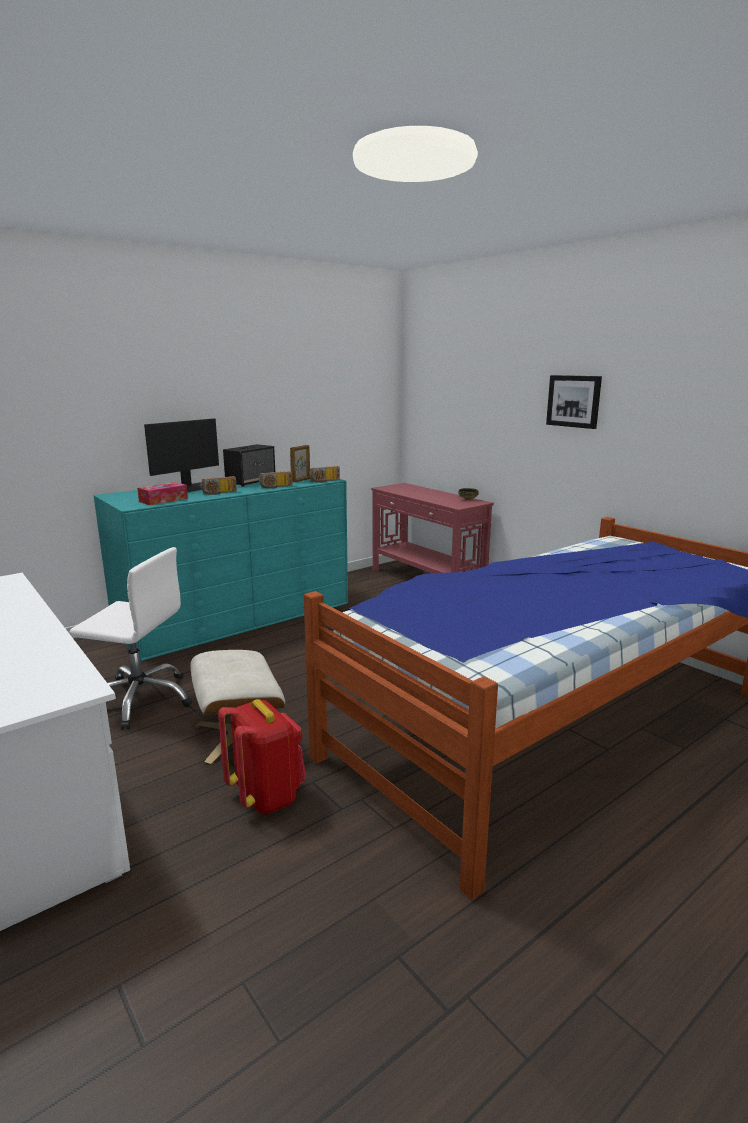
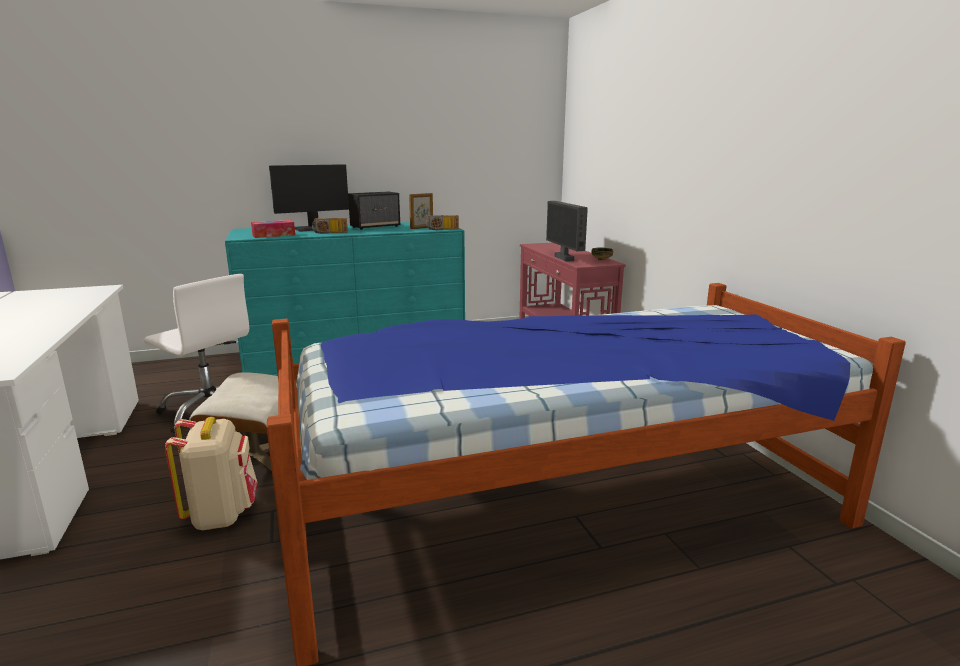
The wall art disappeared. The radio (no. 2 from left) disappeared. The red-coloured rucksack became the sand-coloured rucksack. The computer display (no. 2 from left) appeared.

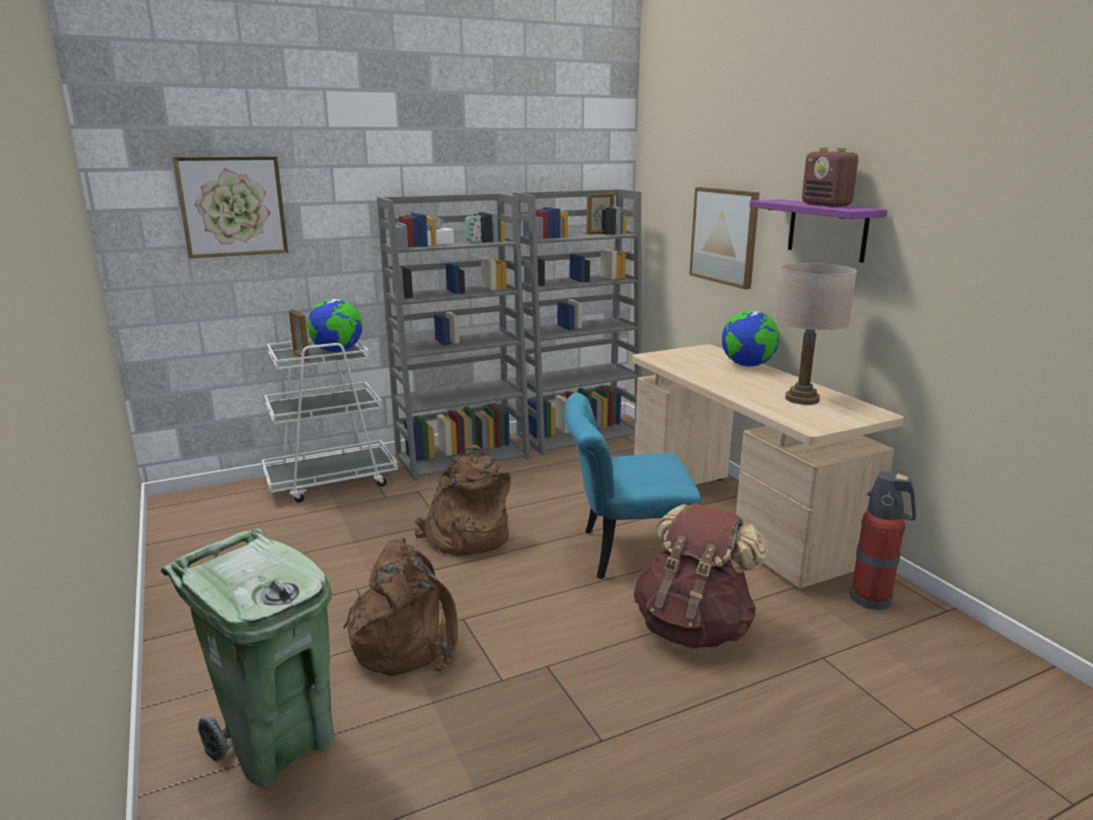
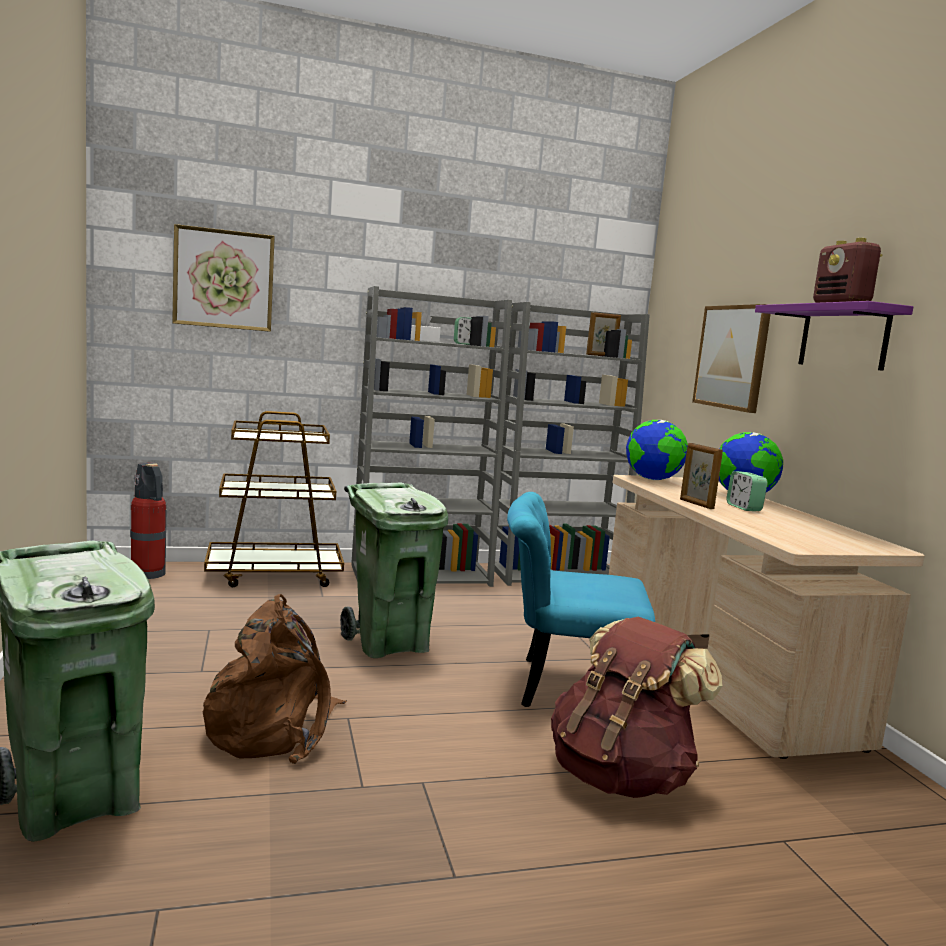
The sand-coloured table lamp disappeared. The desk globe (no. 1 from left) moved. The picture frame (no. 1 from left in the first image) moved. The white-coloured trolley became the brown-coloured trolley. The brown-coloured rucksack (no. 2 from left) was replaced by the green-coloured waste bin (no. 2 from left). The fire extinguisher moved. The alarm clock (no. 2 from left) appeared.

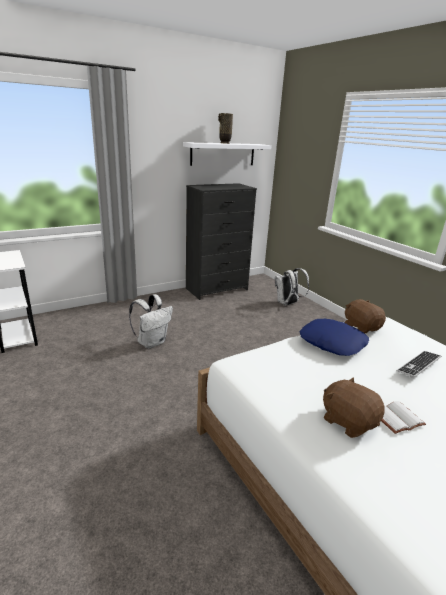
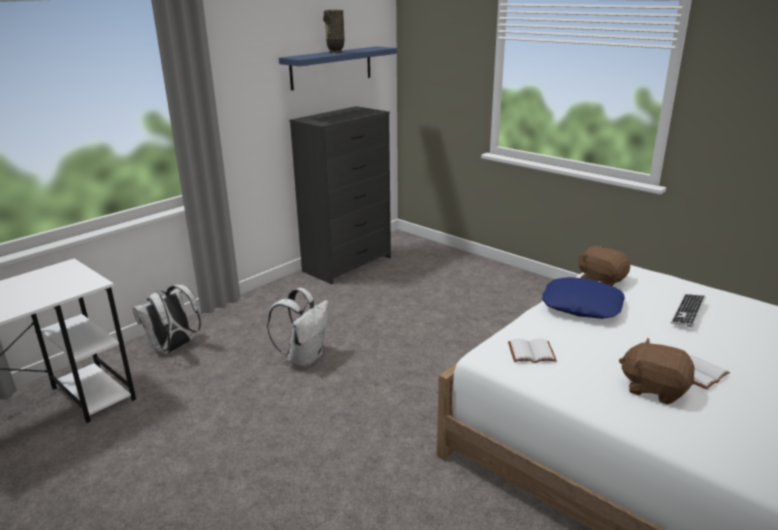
The white-coloured shelf became the blue shelf. The white-coloured rucksack (no. 2 from left in the first image) moved. The white-coloured bound book (no. 1 from left) appeared.

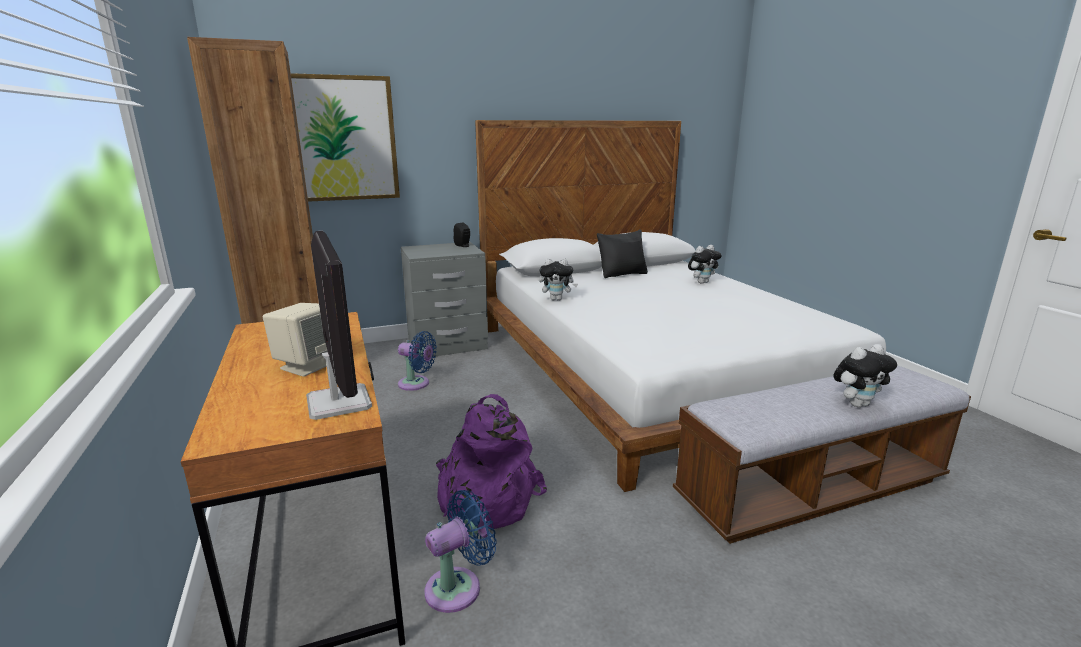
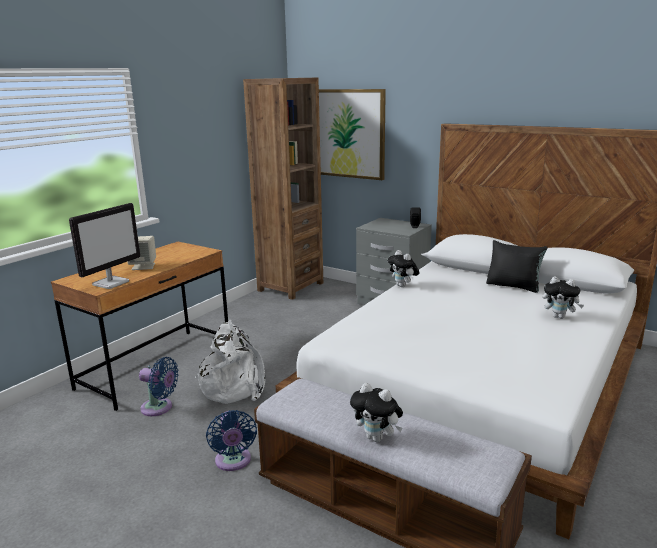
The blue fan (no. 1 from left in the first image) moved. The purple-coloured rucksack became the white-coloured rucksack.

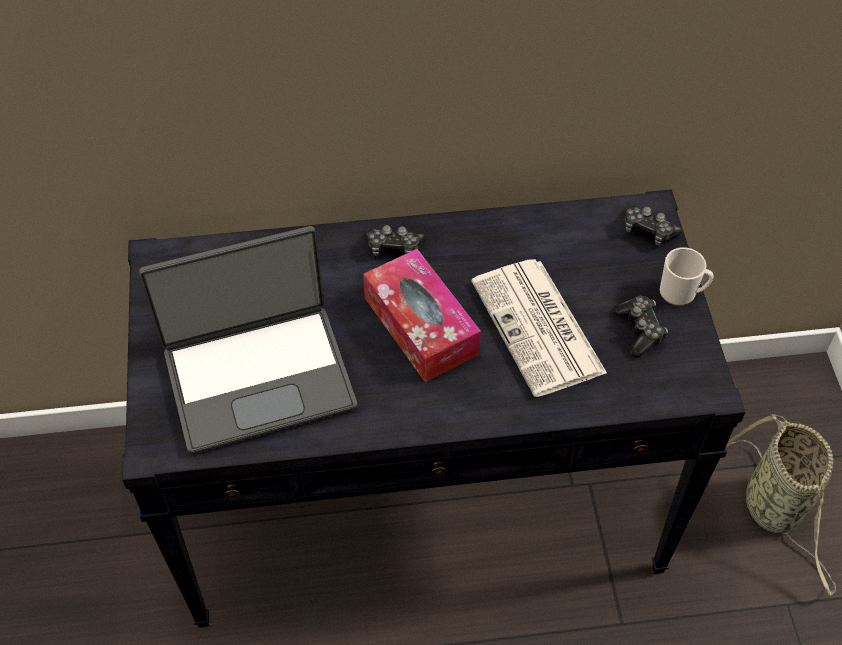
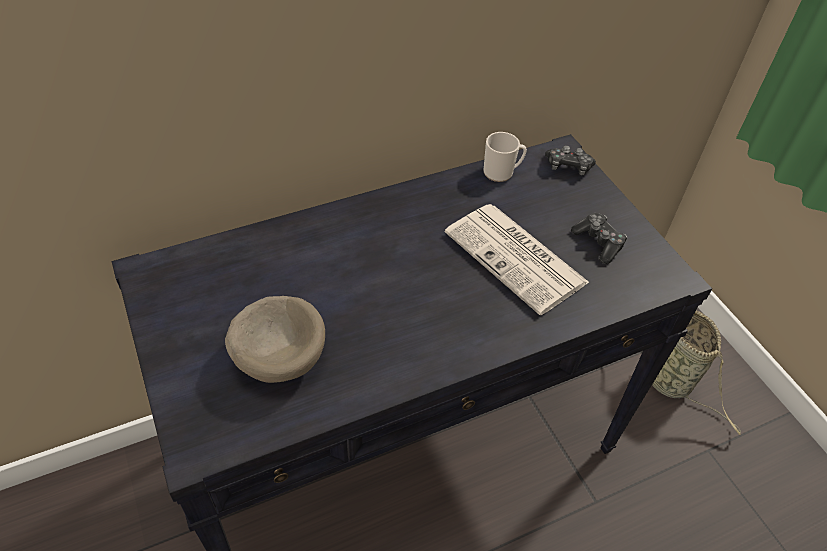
The game controller (no. 1 from left) disappeared. The laptop was replaced by the sand-coloured deep dish. The coffee mug moved. The box of tissues disappeared.

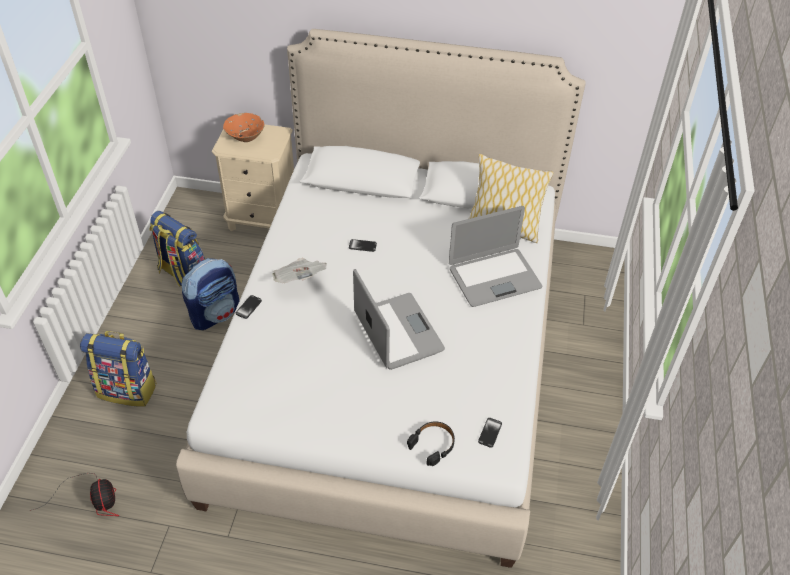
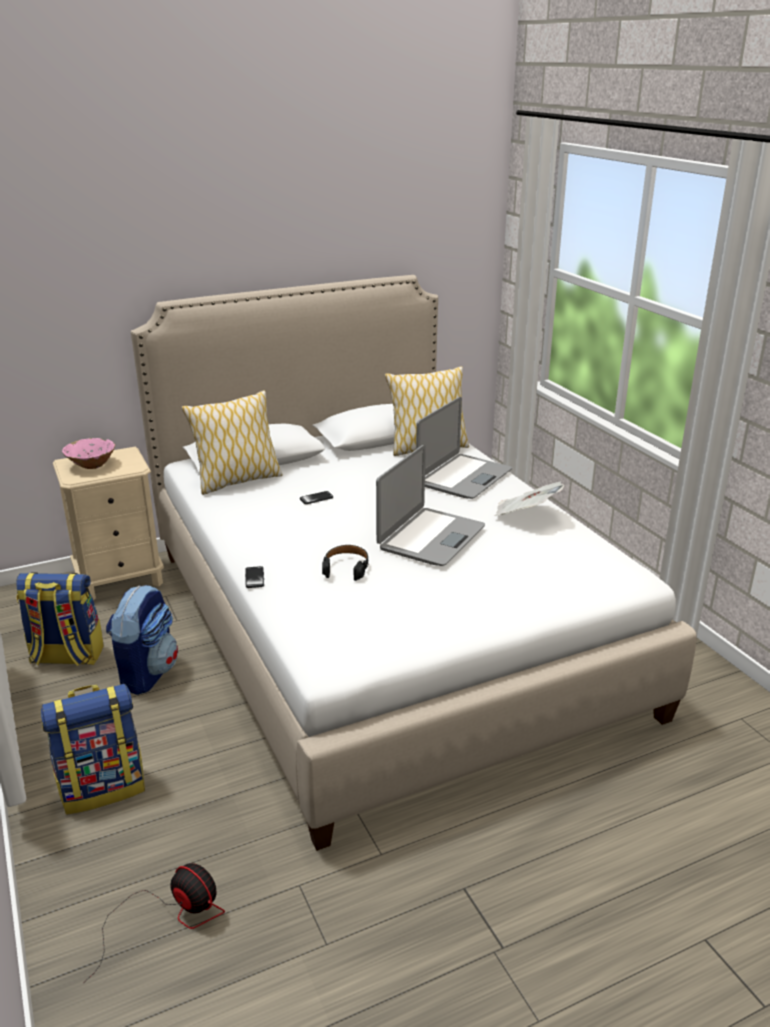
The orange-coloured deep dish became the pink-coloured deep dish. The newspaper moved. The laptop (no. 1 from left) turned 90 degrees clockwise. The handset (no. 3 from left) disappeared. The black pair of headphones moved. The cushion (no. 1 from left) appeared.

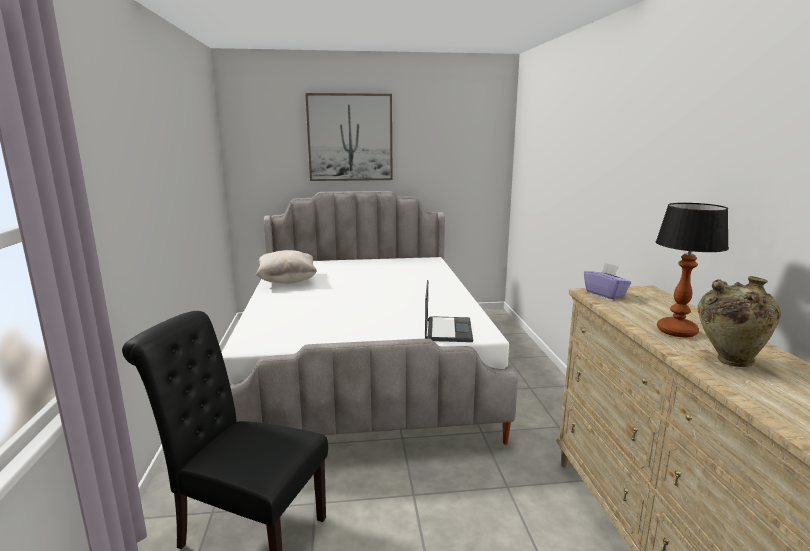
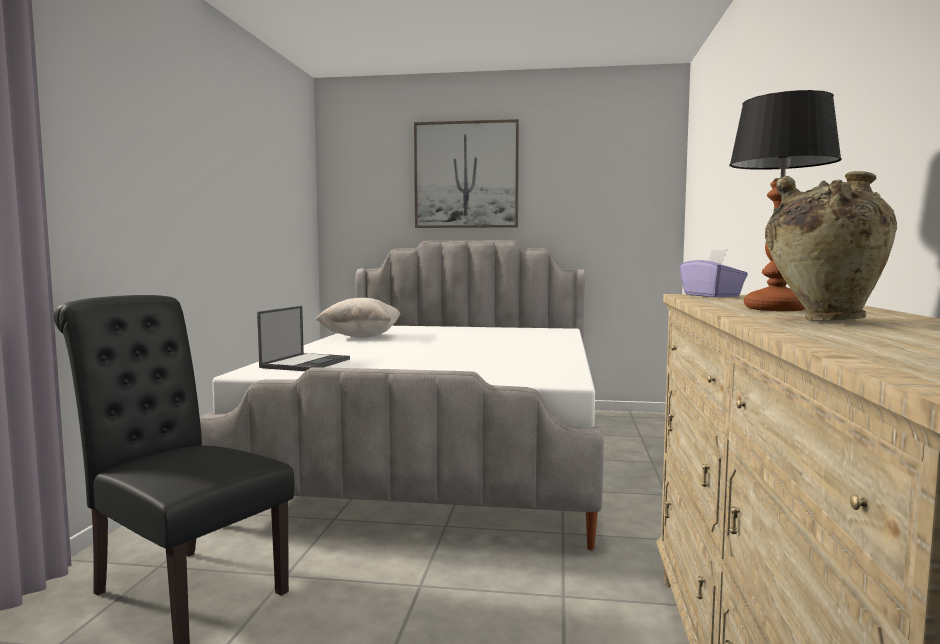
The laptop moved.

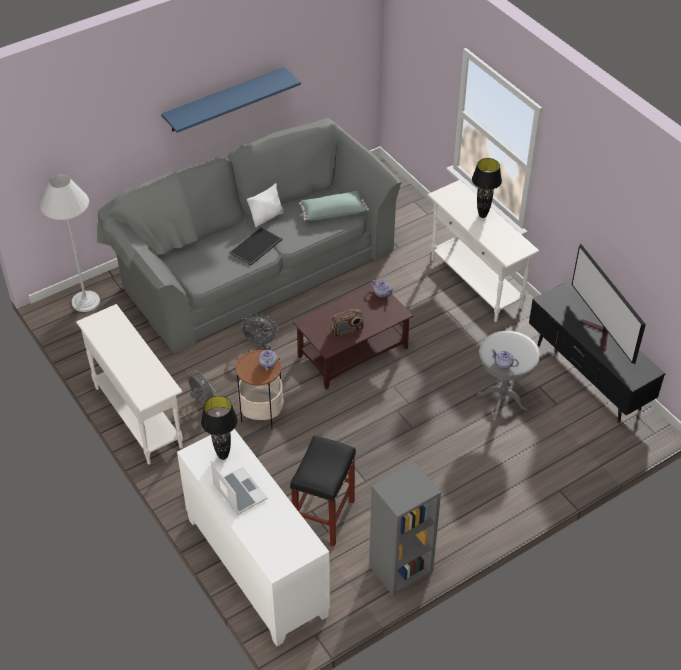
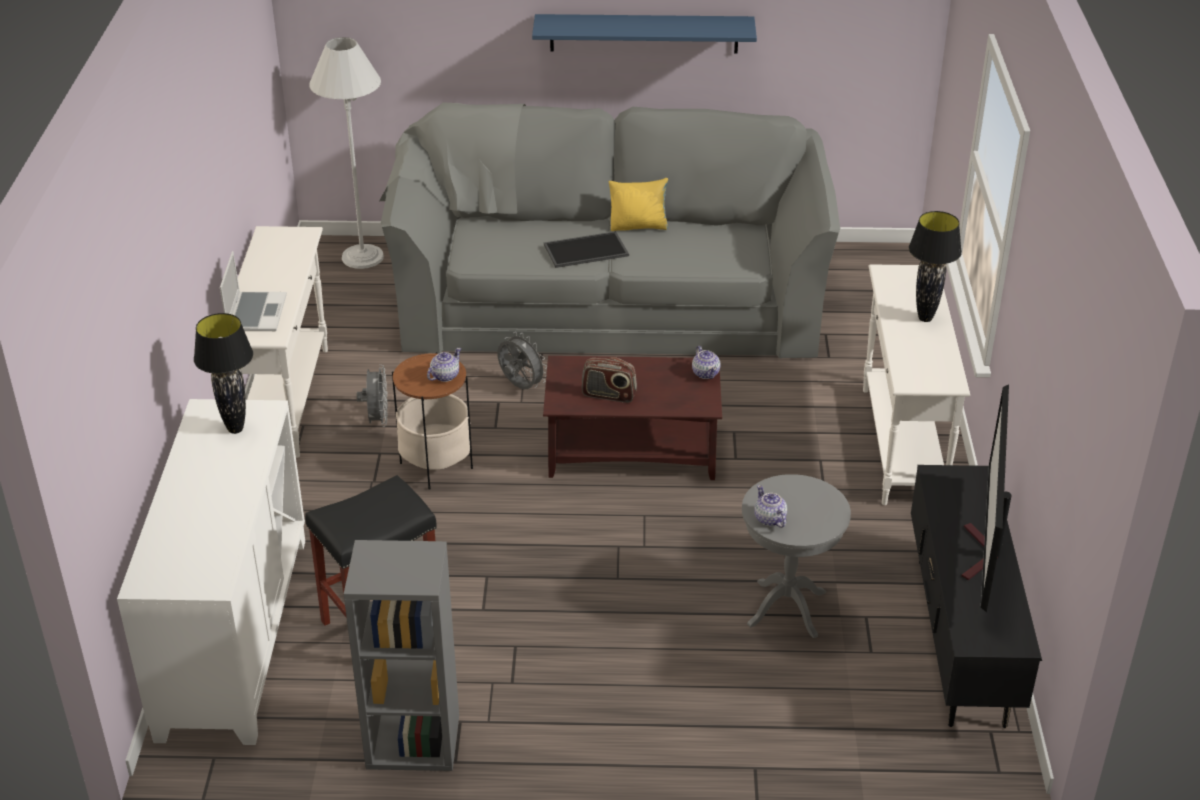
The white-coloured cushion became the yellow-coloured cushion. The green-coloured cushion disappeared. The laptop moved.

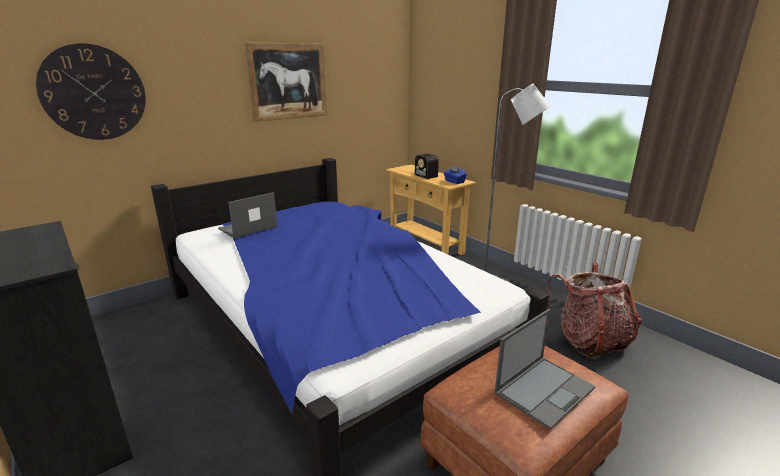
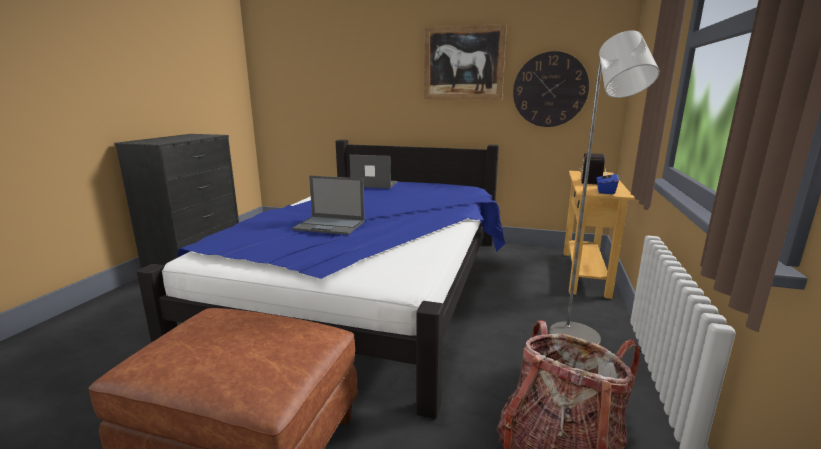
The clock on the wall moved. The laptop (no. 2 from left in the first image) moved.

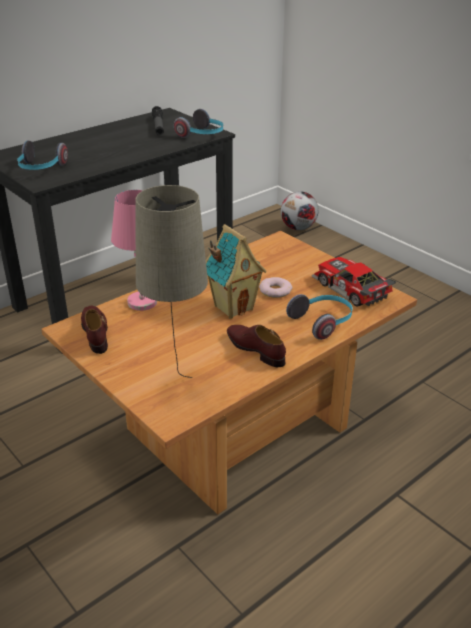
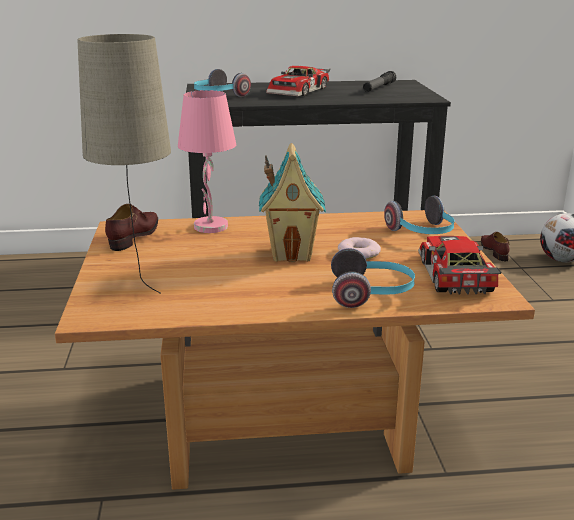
The pair of headphones (no. 2 from left in the first image) moved. The brown-coloured item of footwear (no. 2 from left) moved. The miniature car (no. 1 from left) appeared.

